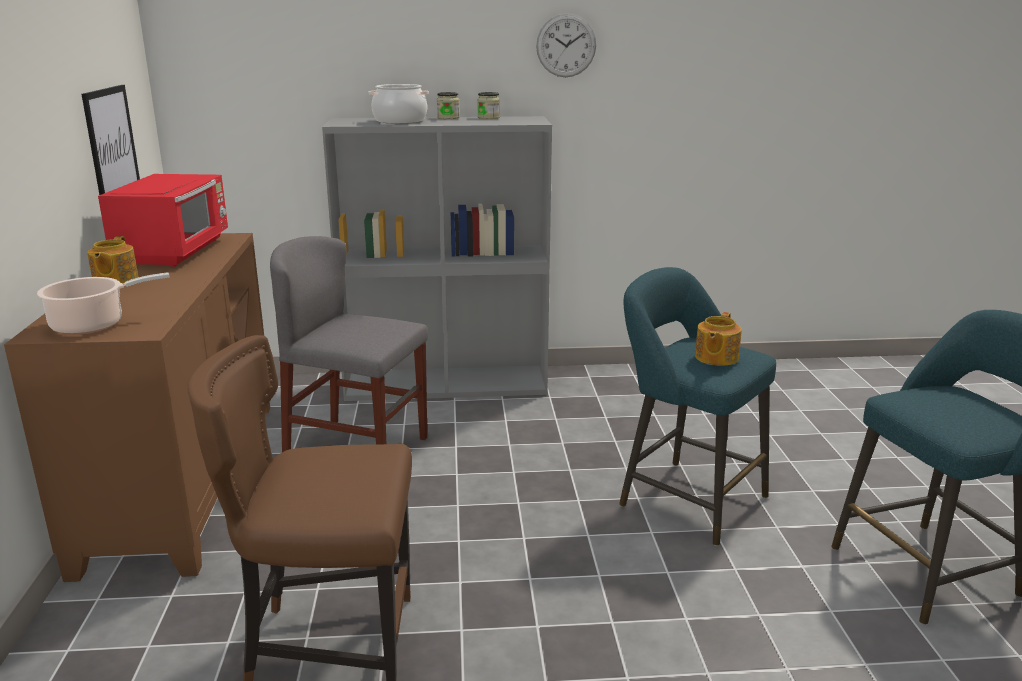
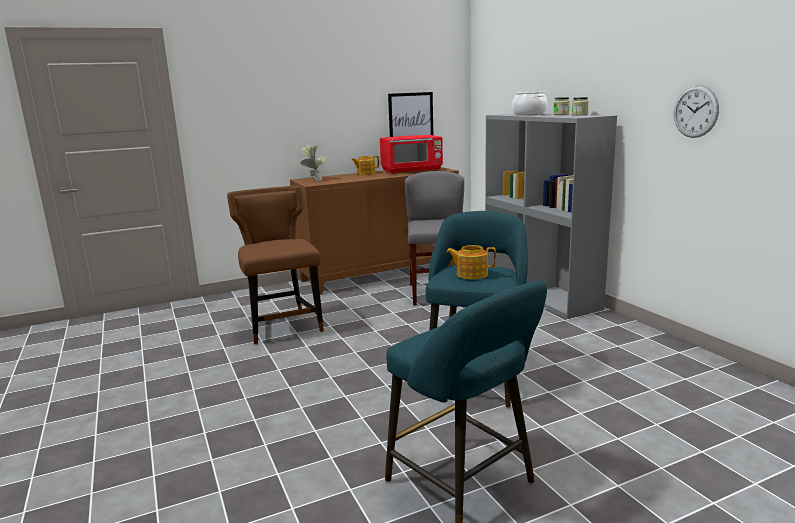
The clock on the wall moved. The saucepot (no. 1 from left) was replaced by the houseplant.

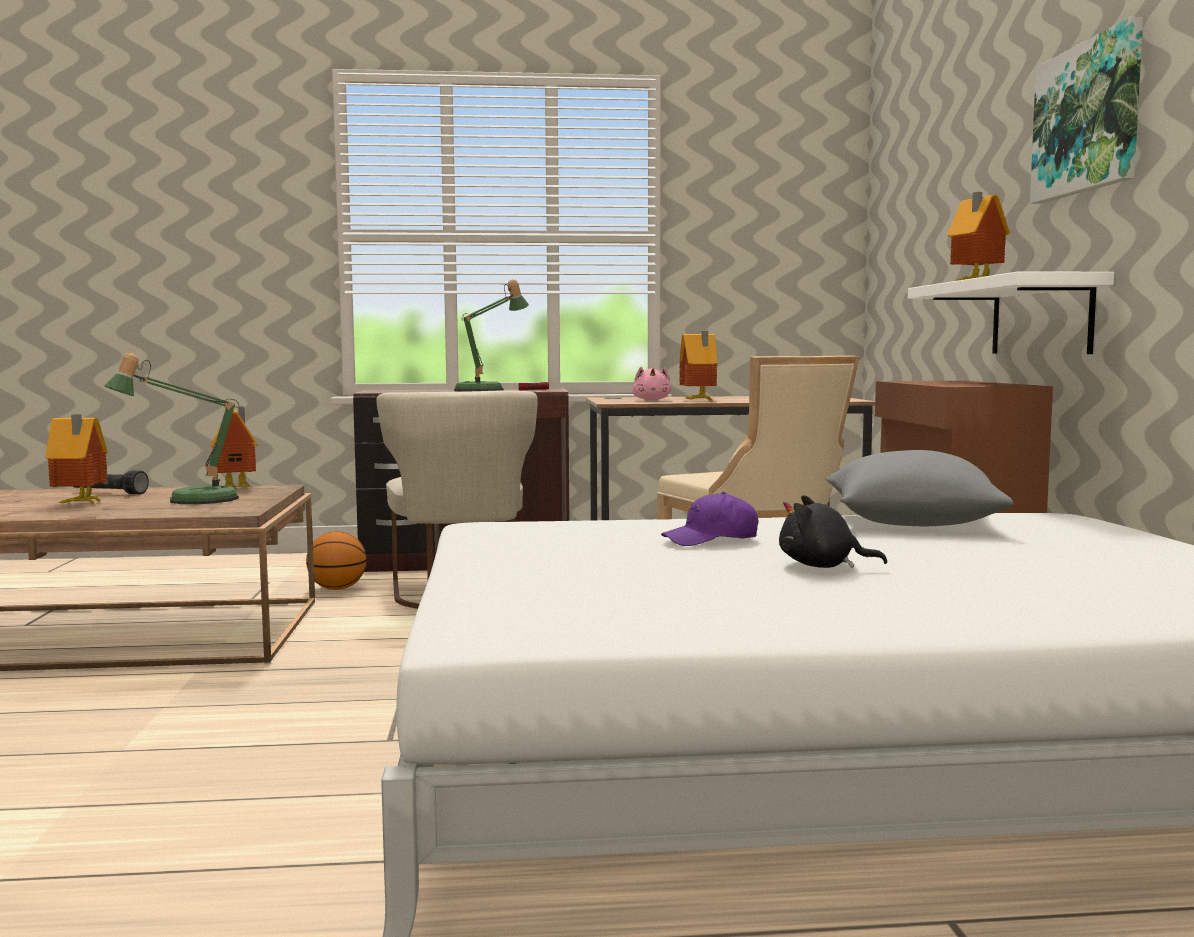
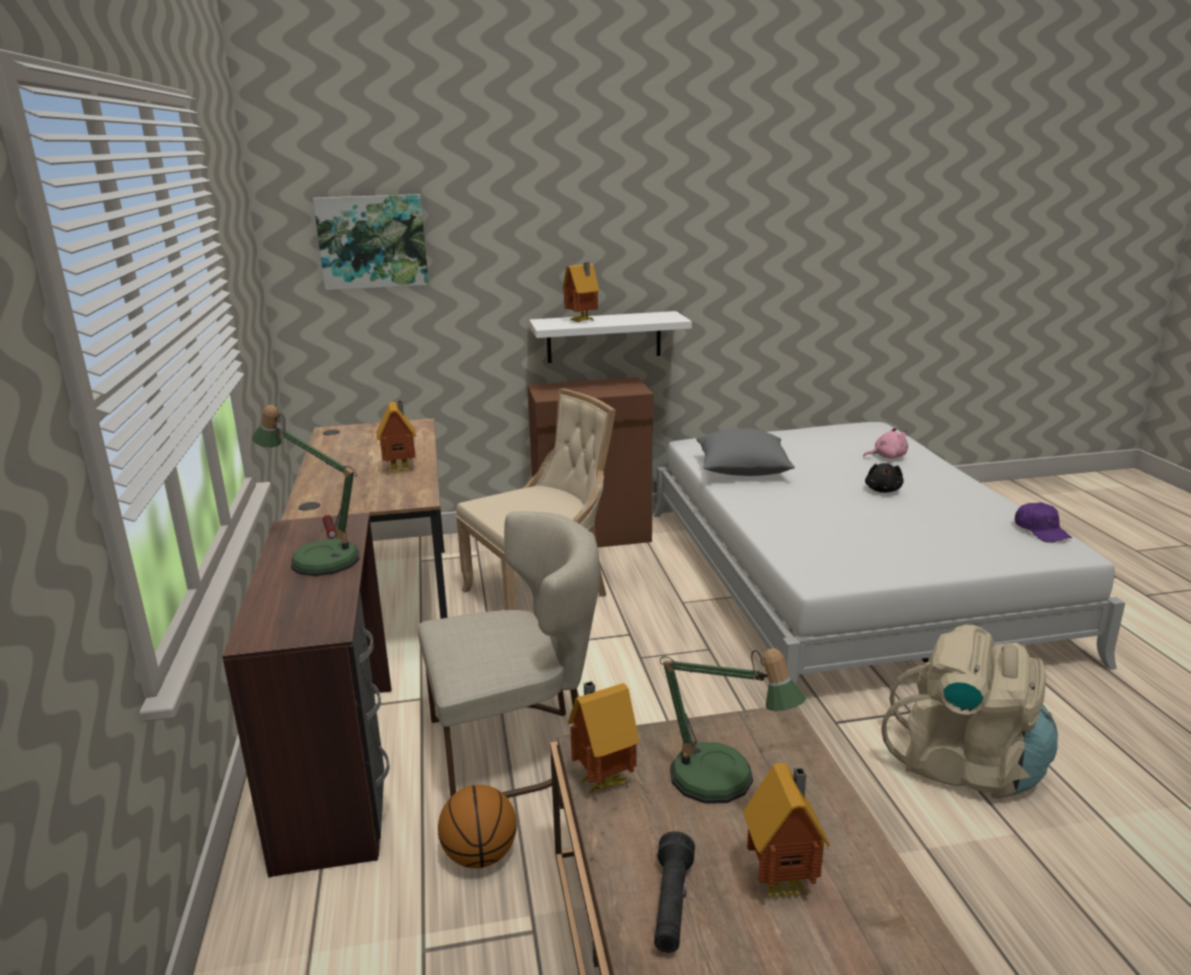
The wall art moved. The pink-coloured cuddly toy moved. The purple-coloured baseball cap moved. The sand-coloured rucksack appeared.

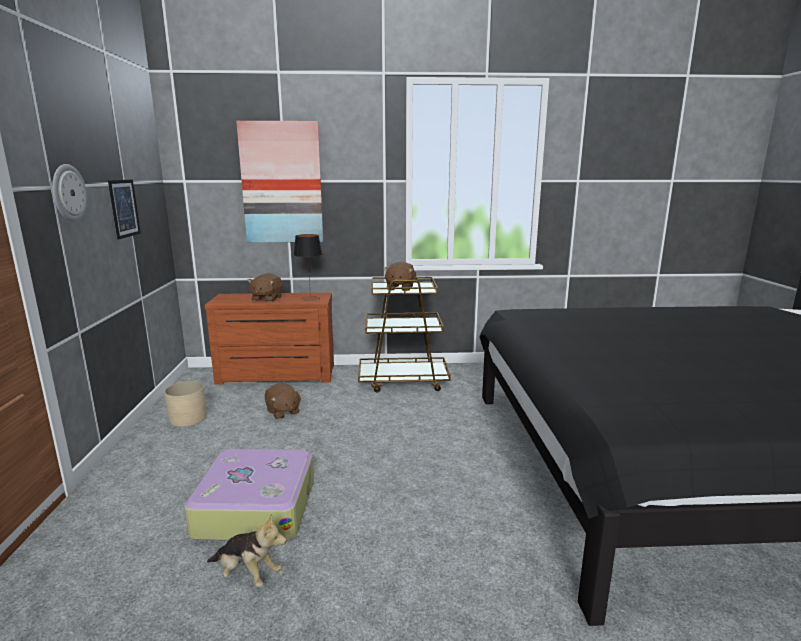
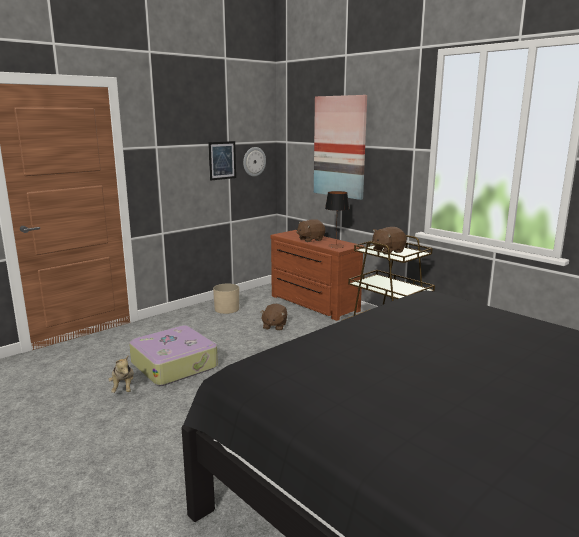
The clock on the wall moved.

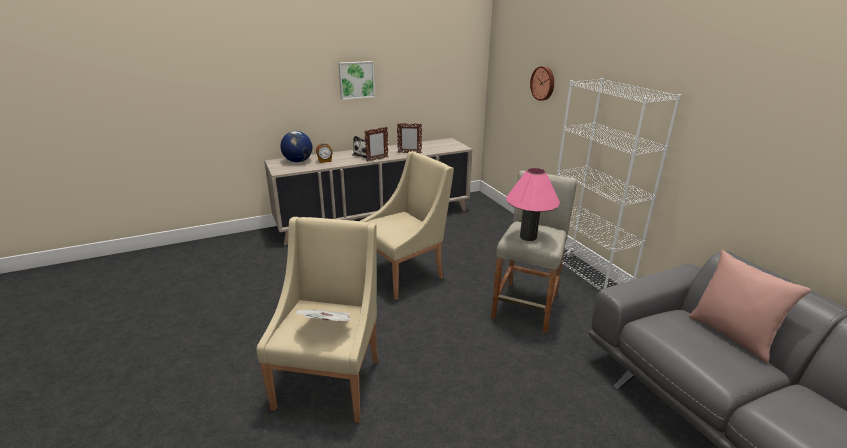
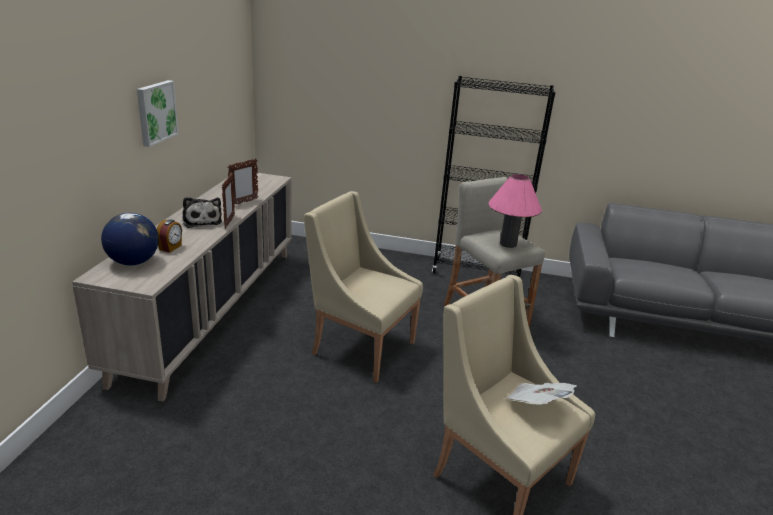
The clock on the wall disappeared. The white-coloured shelving unit became the black shelving unit. The sand-coloured armchair (no. 2 from left in the first image) turned 60 degrees counterclockwise. The pink-coloured cushion disappeared.

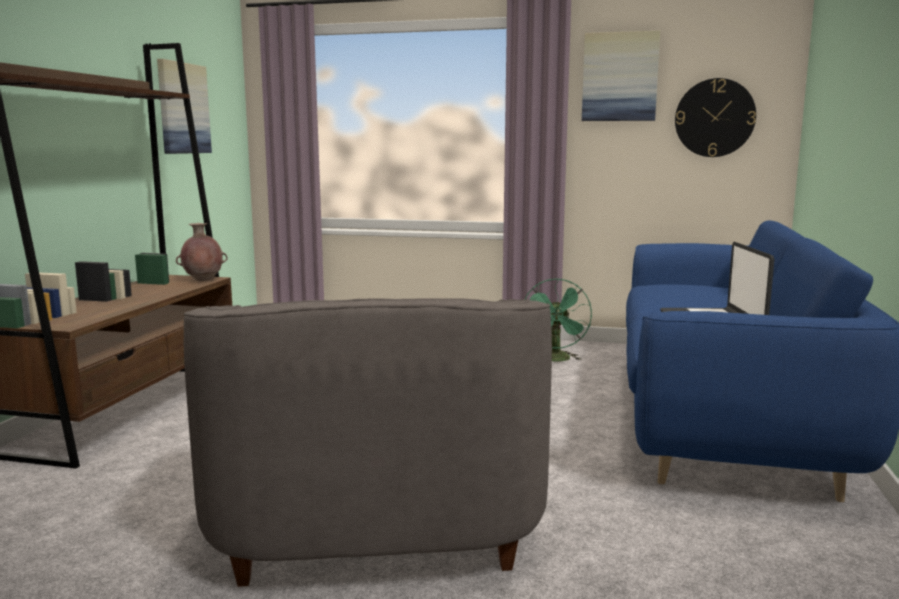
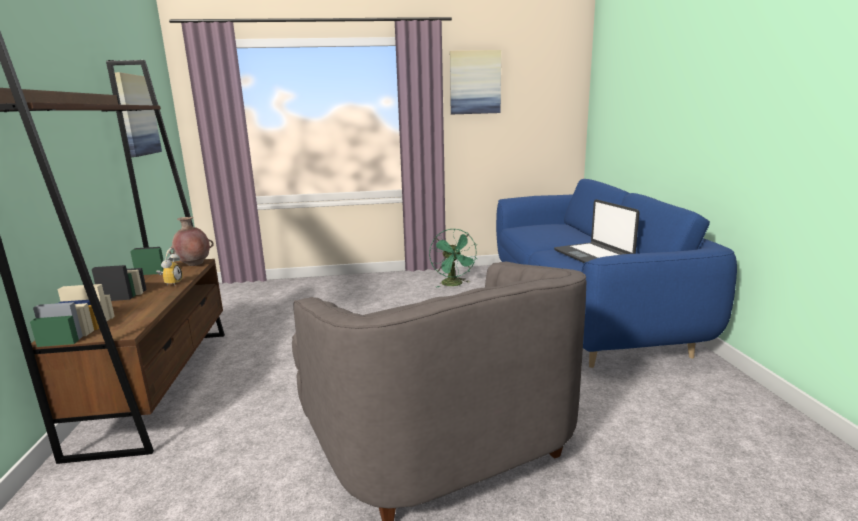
The clock on the wall disappeared. The alarm clock appeared.

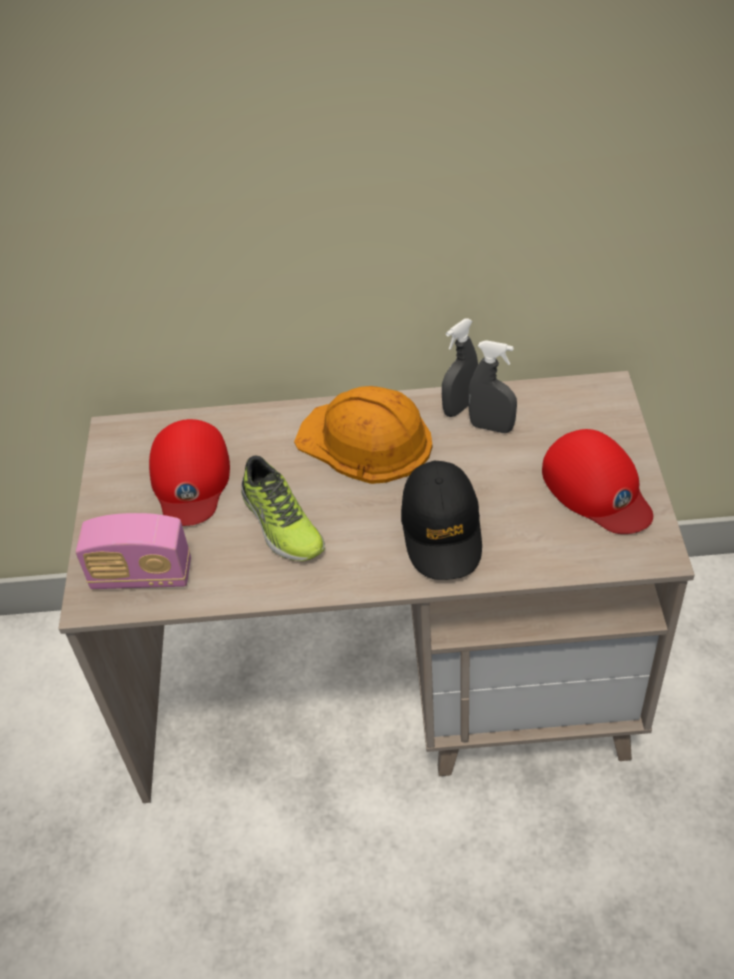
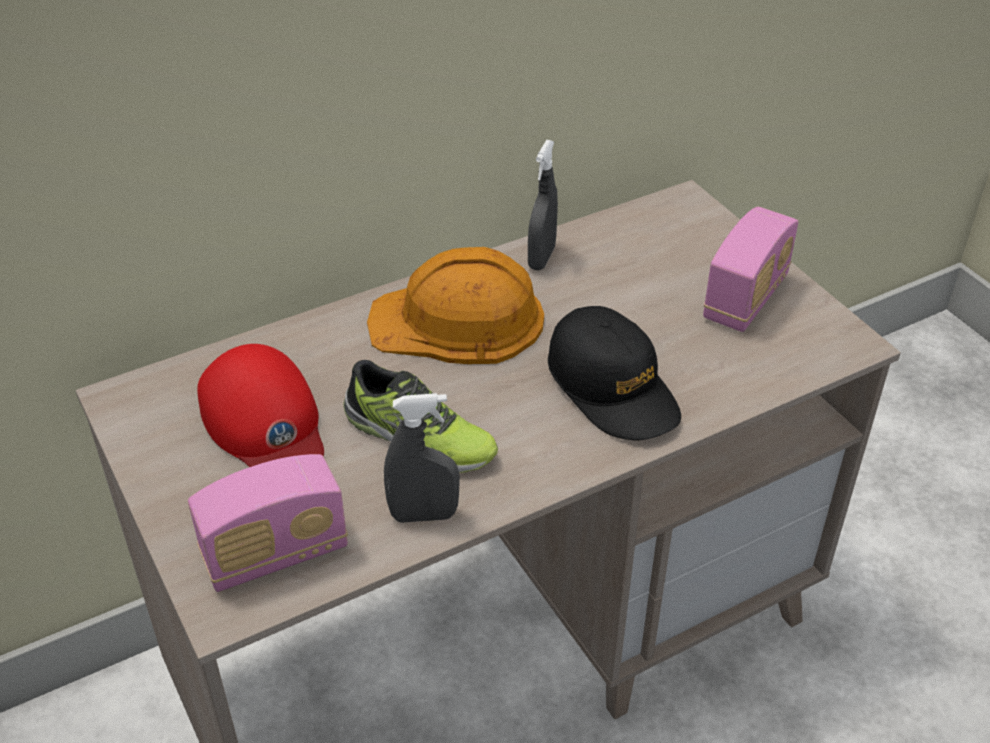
The gray sprayer (no. 2 from left in the first image) moved. The red-coloured baseball cap (no. 2 from left) was replaced by the radio (no. 2 from left).

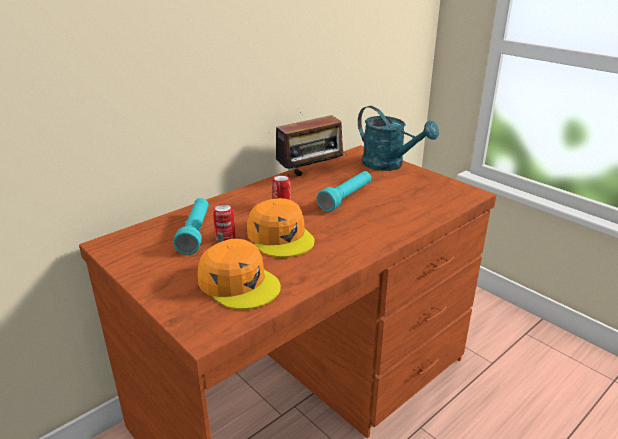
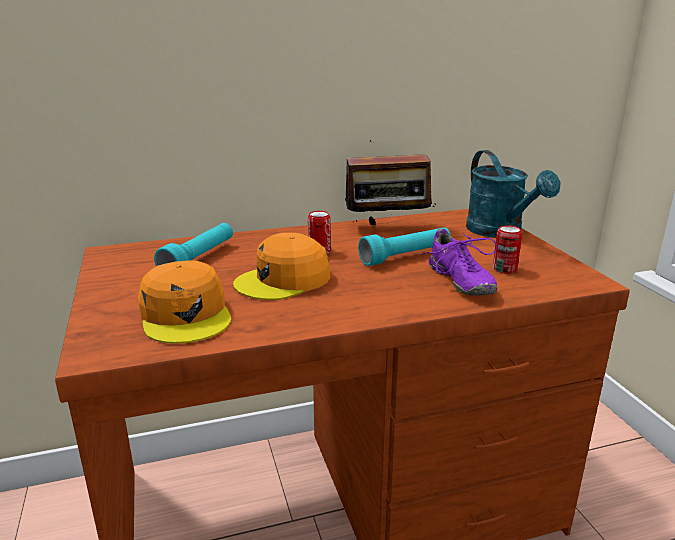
The orange-coloured baseball cap (no. 2 from left) turned 60 degrees clockwise. The metal can (no. 1 from left in the first image) moved. The purple-coloured item of footwear appeared.

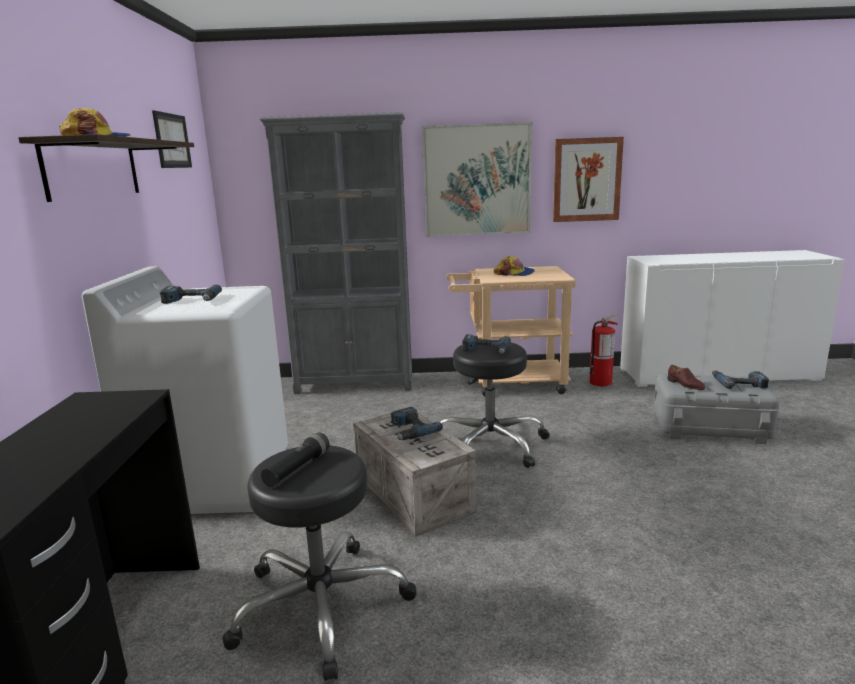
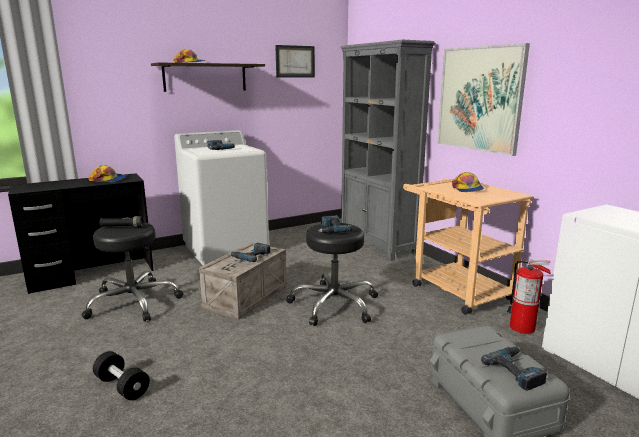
The wall art (no. 3 from left) disappeared. The brown-coloured item of footwear disappeared. The baseball cap (no. 1 from left) appeared. The black dumbbell appeared.

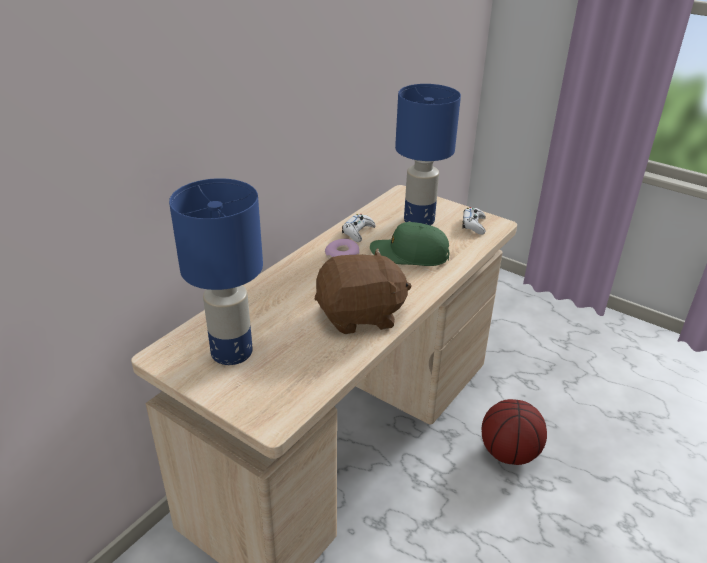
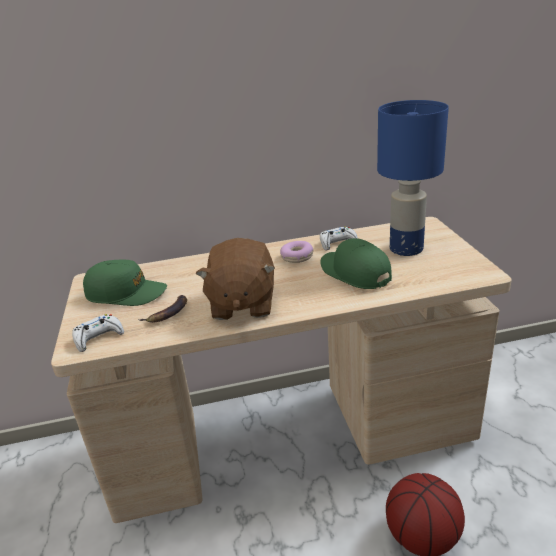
The blue table lamp (no. 1 from left) was replaced by the green-coloured baseball cap (no. 1 from left). The white-coloured game controller (no. 2 from left in the first image) moved. The brown-coloured cuddly toy turned 60 degrees clockwise. The banana appeared.

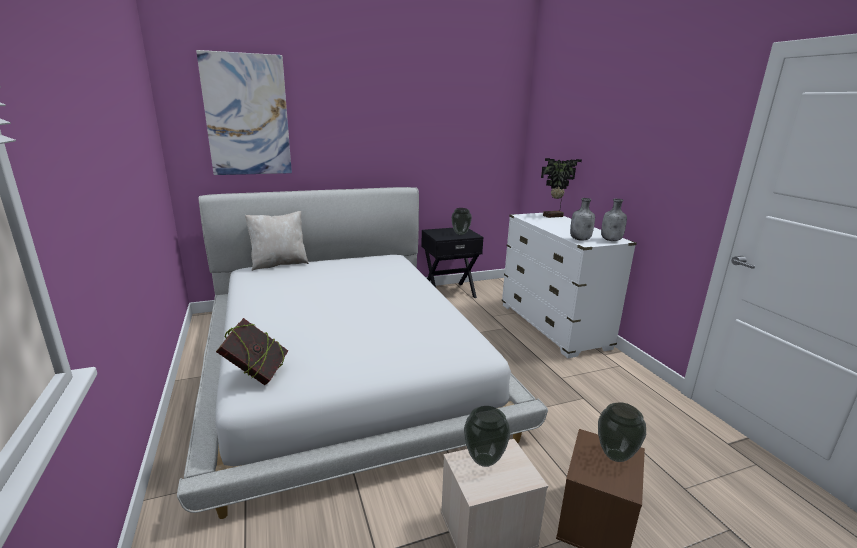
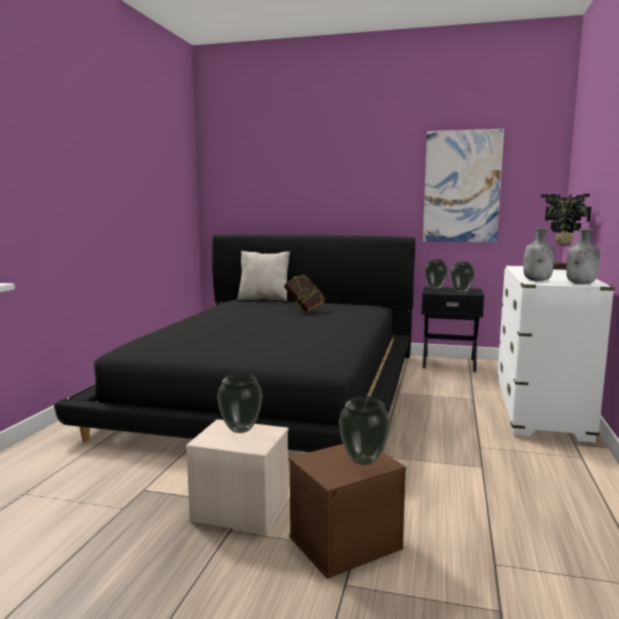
The wall art moved. The white-coloured bedroom bed became the black bedroom bed. The bound book moved. The decorative vase (no. 3 from left) appeared.

